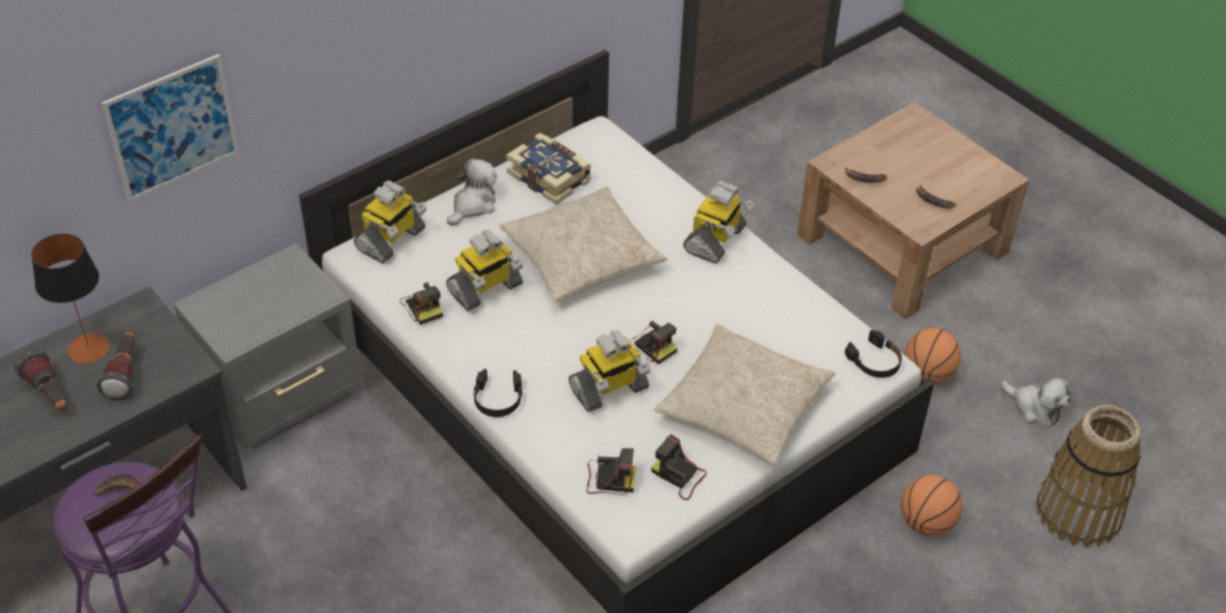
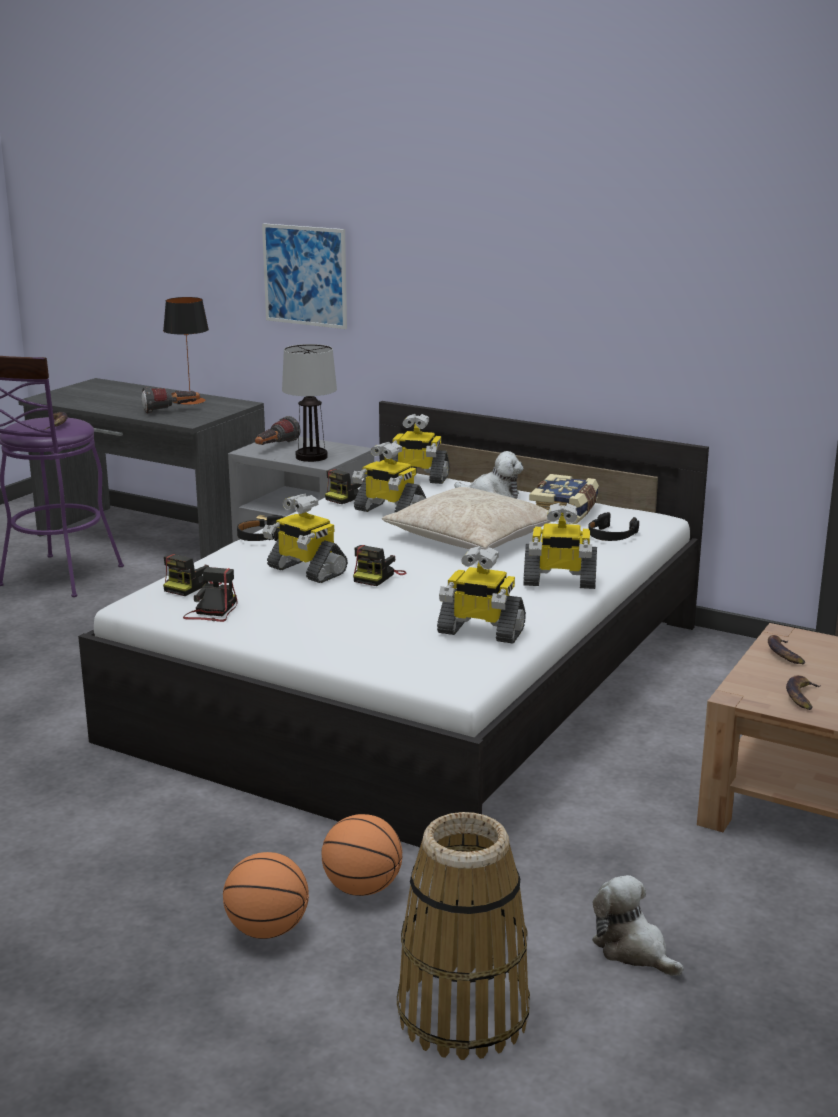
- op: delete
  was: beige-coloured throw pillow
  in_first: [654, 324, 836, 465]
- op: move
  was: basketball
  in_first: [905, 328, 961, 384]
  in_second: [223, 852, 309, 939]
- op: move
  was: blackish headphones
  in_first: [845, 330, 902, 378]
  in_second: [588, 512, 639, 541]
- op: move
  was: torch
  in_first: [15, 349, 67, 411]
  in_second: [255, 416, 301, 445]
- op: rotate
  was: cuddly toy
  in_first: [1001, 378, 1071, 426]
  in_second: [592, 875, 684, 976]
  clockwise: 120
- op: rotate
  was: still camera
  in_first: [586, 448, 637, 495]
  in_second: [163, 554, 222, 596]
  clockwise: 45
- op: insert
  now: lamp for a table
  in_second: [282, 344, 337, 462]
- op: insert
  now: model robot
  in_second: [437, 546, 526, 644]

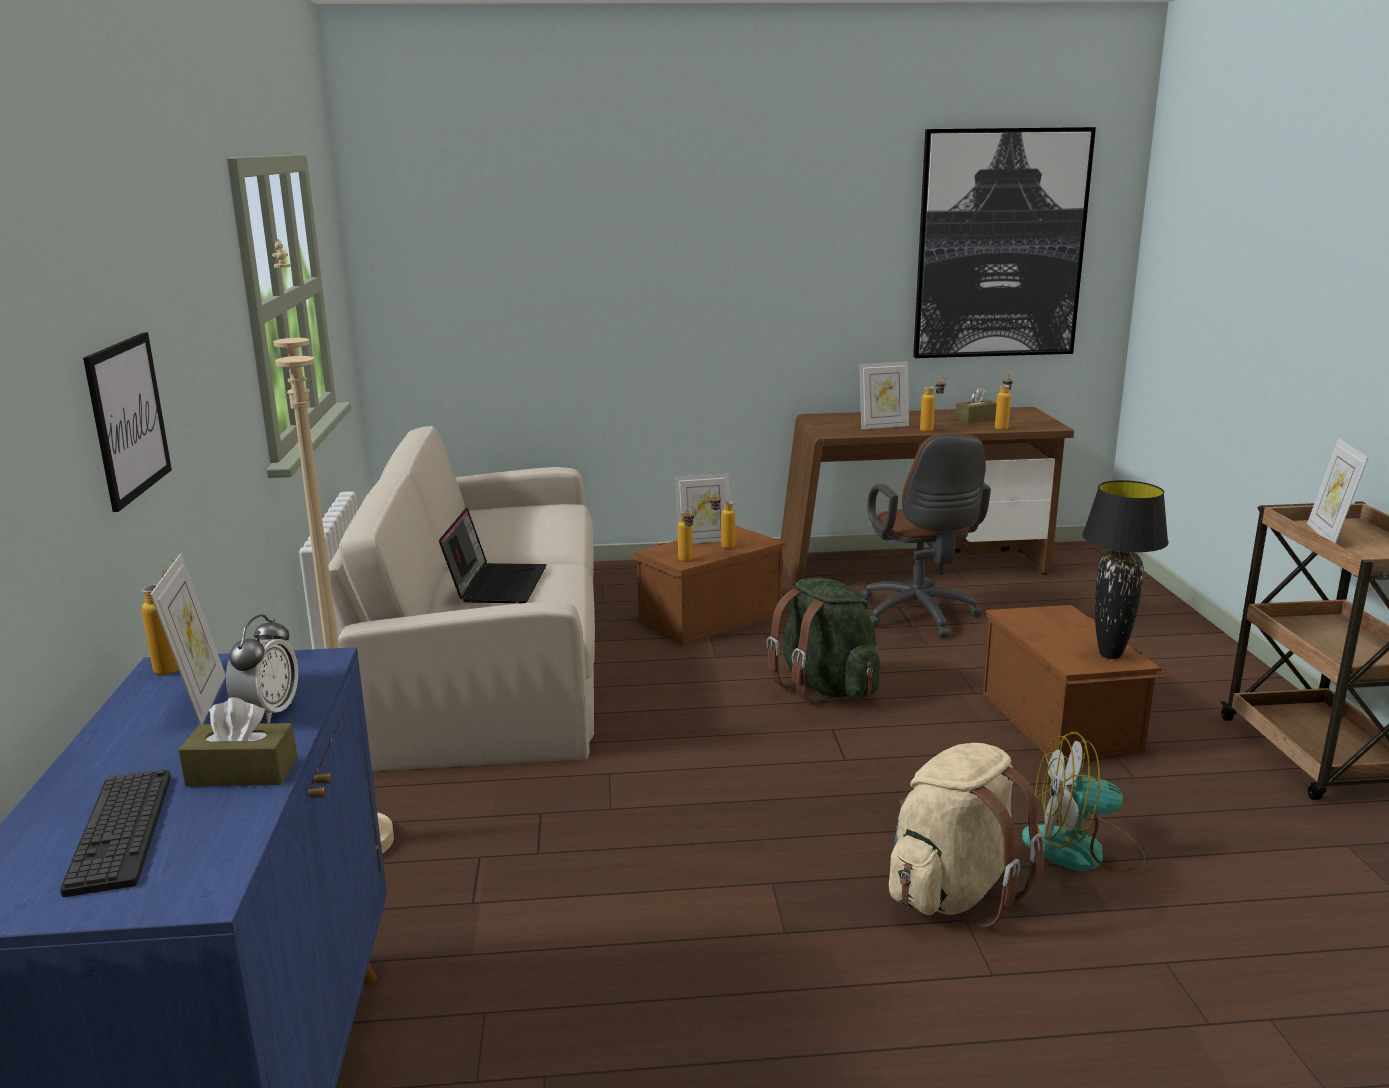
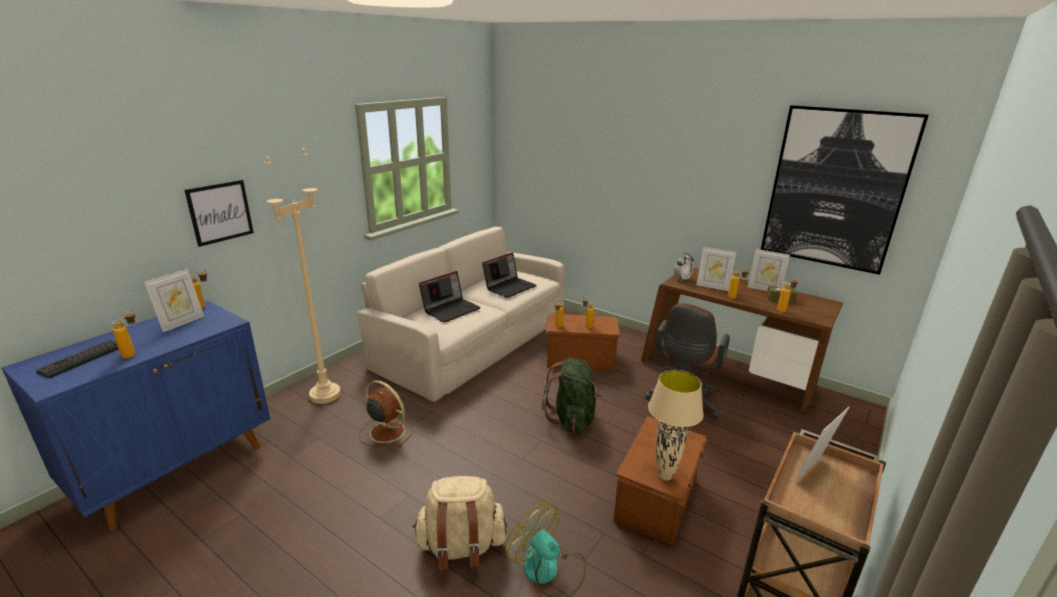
- op: move
  was: picture frame
  in_first: [675, 473, 730, 543]
  in_second: [748, 249, 790, 291]
- op: recolor
  was: blackish lamp for a table
  now: beige-coloured lamp for a table
  in_first: [1082, 480, 1168, 659]
  in_second: [648, 370, 704, 481]
- op: move
  was: alarm clock
  in_first: [226, 614, 298, 723]
  in_second: [674, 253, 694, 282]
- op: replace
  was: brown box of tissues
  now: bottle
  in_first: [178, 697, 298, 786]
  in_second: [112, 310, 136, 359]
- op: insert
  now: portable computer
  in_second: [482, 252, 536, 298]
- op: insert
  now: brown fan
  in_second: [359, 380, 414, 447]

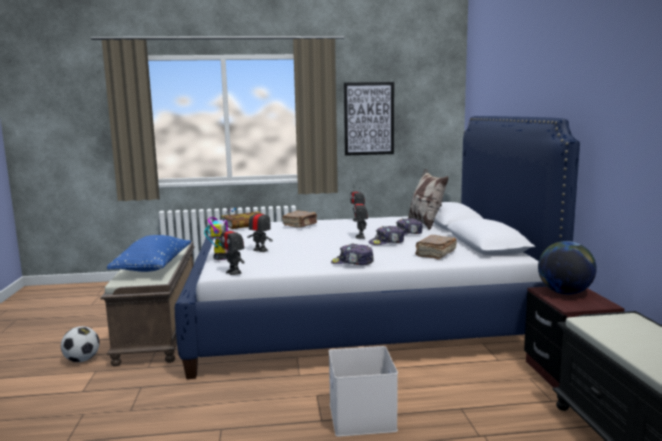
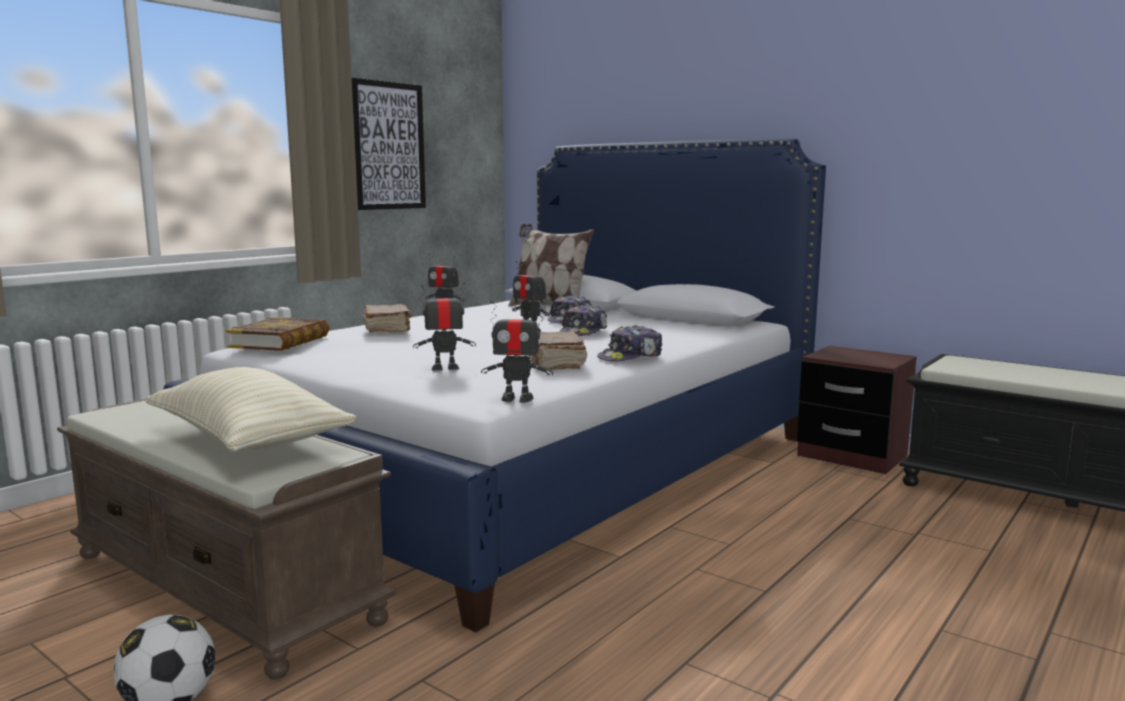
- op: delete
  was: model robot
  in_first: [204, 208, 236, 260]
- op: recolor
  was: blue-coloured throw pillow
  now: beige-coloured throw pillow
  in_first: [106, 235, 191, 272]
  in_second: [146, 367, 356, 451]
- op: move
  was: brown bound book
  in_first: [415, 235, 457, 259]
  in_second: [528, 331, 588, 370]
- op: delete
  was: world globe
  in_first: [538, 241, 597, 295]
- op: delete
  was: white storage container
  in_first: [329, 346, 398, 437]

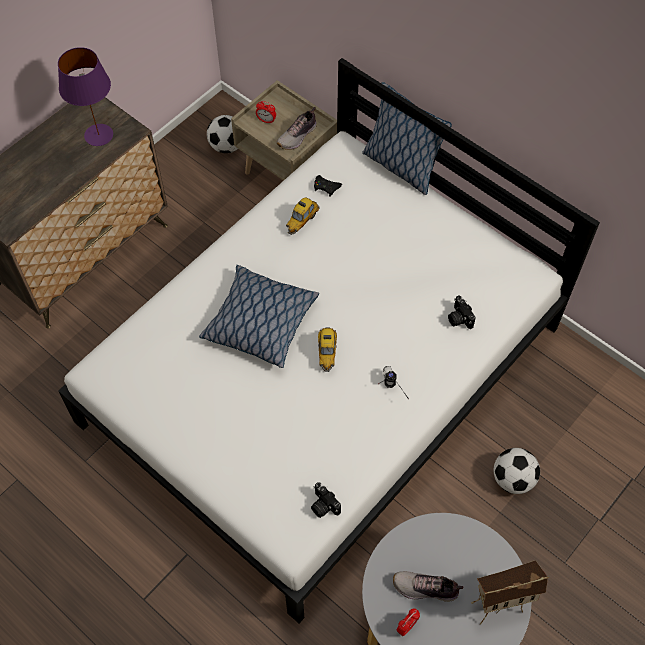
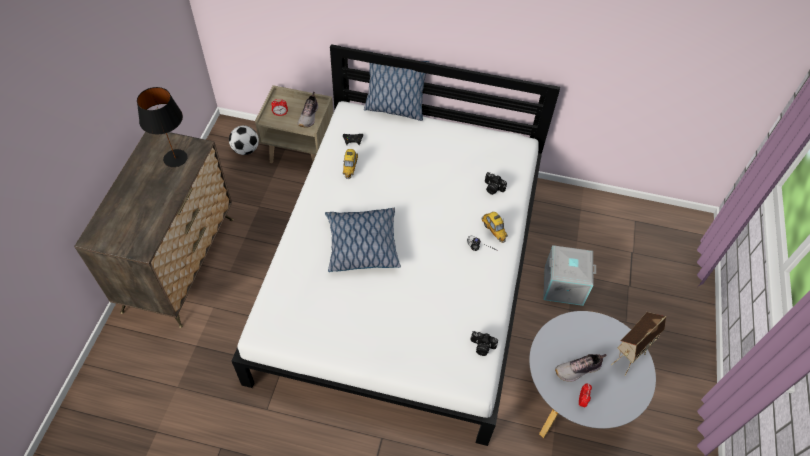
- op: recolor
  was: purple-coloured lamp for a table
  now: blackish lamp for a table
  in_first: [58, 47, 113, 146]
  in_second: [137, 87, 187, 167]
- op: move
  was: miniature car
  in_first: [318, 327, 337, 372]
  in_second: [481, 212, 508, 243]
- op: replace
  was: ball for football
  now: gray storage container
  in_first: [494, 448, 540, 494]
  in_second: [543, 245, 596, 306]

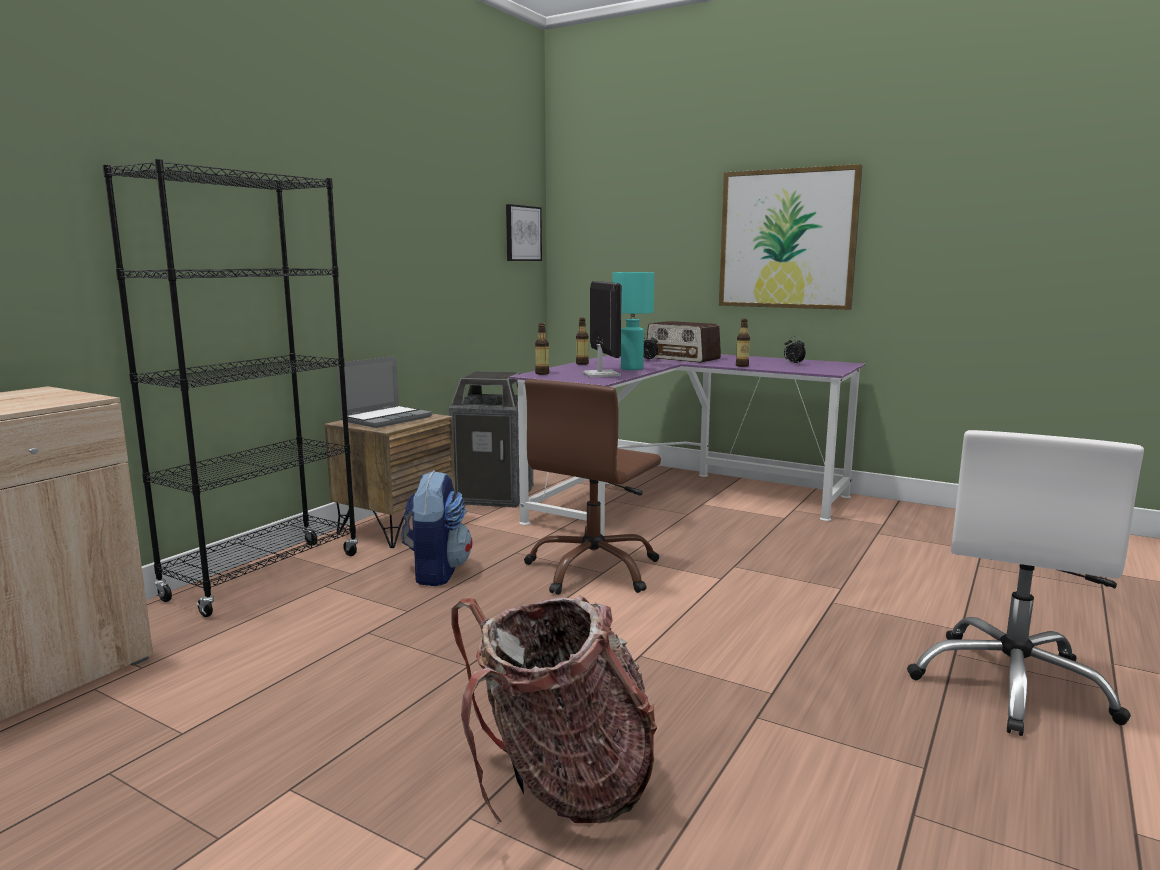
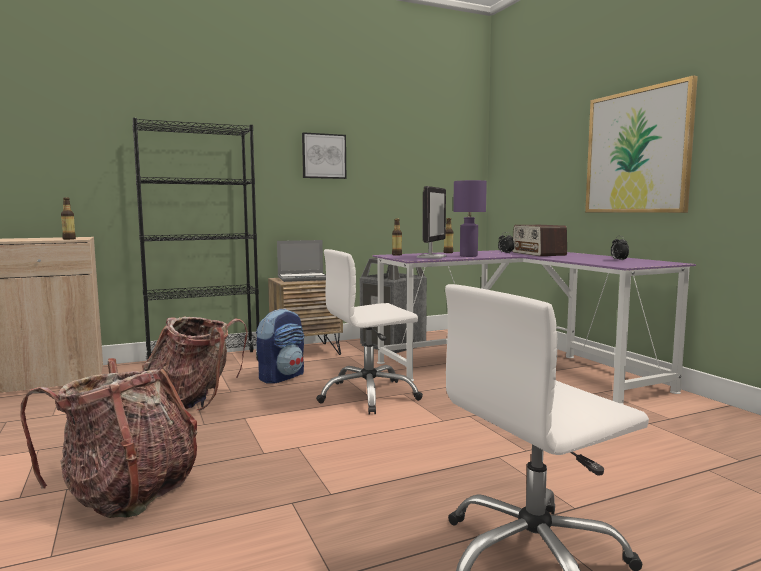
- op: move
  was: wall art
  in_first: [506, 204, 542, 261]
  in_second: [302, 132, 346, 179]
- op: recolor
  was: blue-green lamp for a table
  now: purple-coloured lamp for a table
  in_first: [612, 272, 654, 370]
  in_second: [453, 180, 487, 257]
- op: move
  was: bottle
  in_first: [736, 319, 750, 367]
  in_second: [61, 197, 76, 240]
- op: recolor
  was: brown computer chair
  now: white computer chair
  in_first: [524, 379, 661, 595]
  in_second: [316, 249, 423, 414]
- op: insert
  now: rucksack
  in_second: [142, 316, 248, 411]

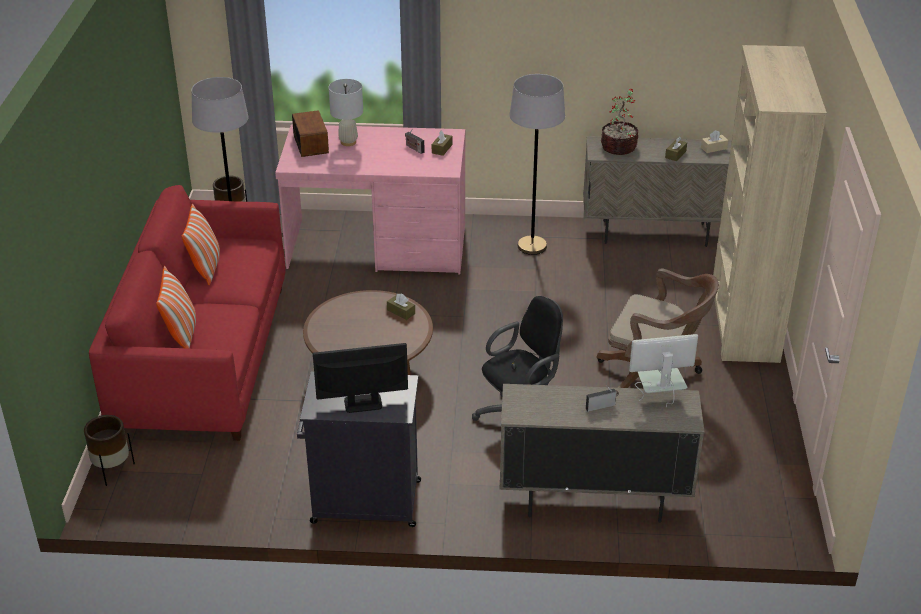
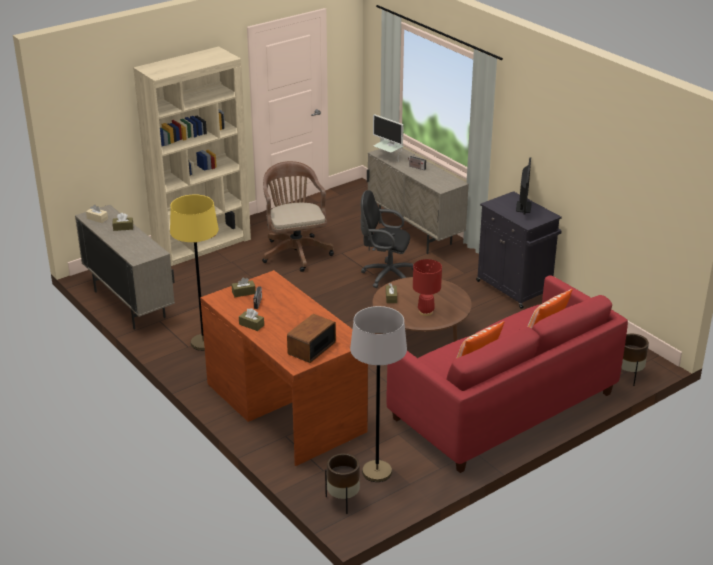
- op: recolor
  was: gray standard lamp
  now: yellowish standard lamp
  in_first: [510, 74, 565, 255]
  in_second: [170, 194, 219, 351]
- op: delete
  was: white lamp for a table
  in_first: [329, 79, 363, 146]
- op: delete
  was: plant in a pot
  in_first: [601, 89, 638, 155]
- op: recolor
  was: pink-coloured desk unit
  now: brown desk unit
  in_first: [275, 124, 466, 275]
  in_second: [200, 270, 368, 466]
- op: rotate
  was: computer screen
  in_first: [313, 343, 408, 413]
  in_second: [516, 157, 532, 215]
  clockwise: -120
- op: insert
  now: red lamp for a table
  in_second: [413, 259, 442, 316]
- op: insert
  now: brown box of tissues
  in_second: [239, 308, 264, 331]

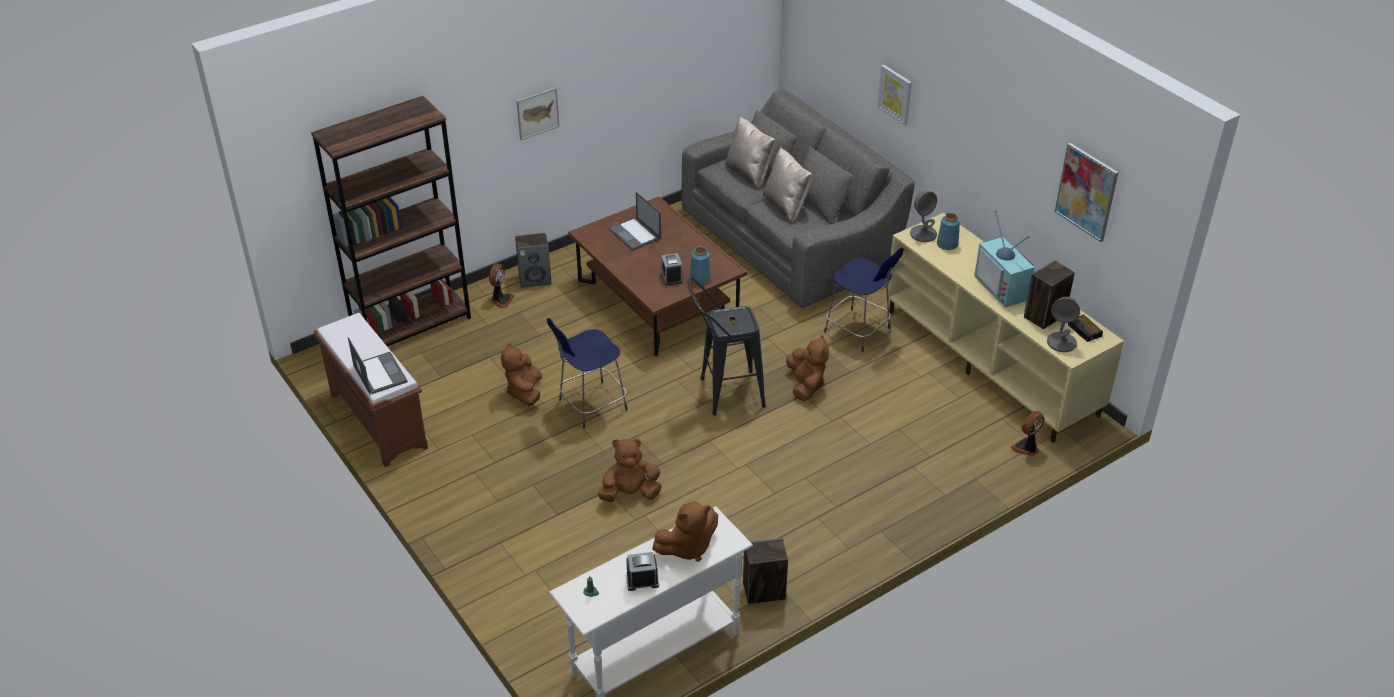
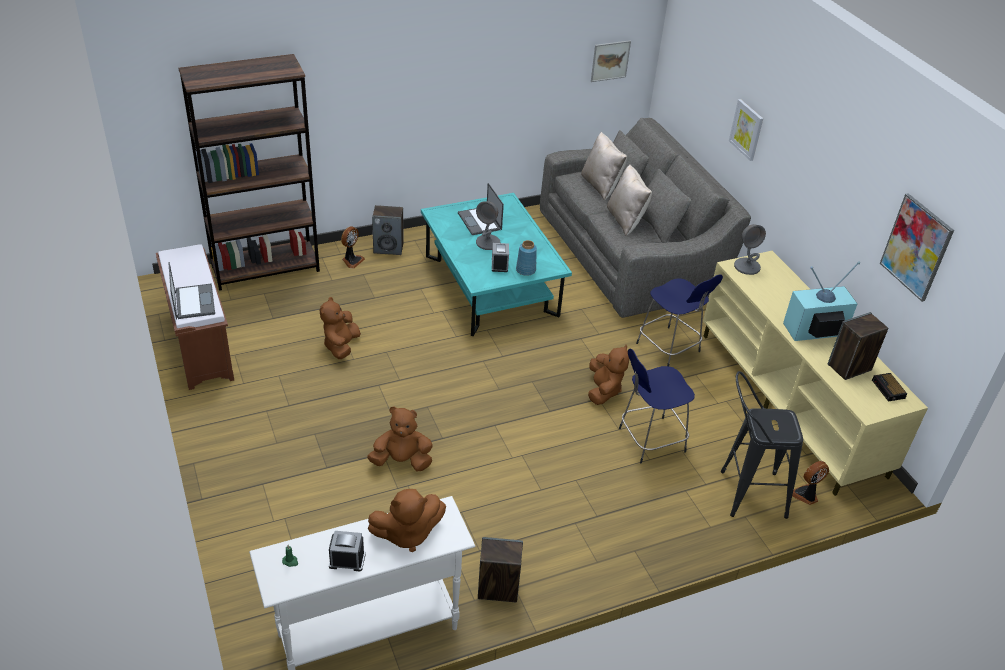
- op: move
  was: wall art
  in_first: [517, 87, 560, 140]
  in_second: [591, 40, 631, 82]
- op: recolor
  was: brown coffee table
  now: blue-green coffee table
  in_first: [568, 196, 747, 356]
  in_second: [421, 193, 572, 336]
- op: rotate
  was: television
  in_first: [974, 210, 1035, 307]
  in_second: [783, 261, 860, 341]
  clockwise: 90
- op: delete
  was: blue-coloured flower vase
  in_first: [937, 213, 960, 250]
- op: move
  was: blackish stool seat
  in_first: [688, 278, 766, 415]
  in_second: [721, 371, 803, 519]
- op: move
  was: gray lamp for a table
  in_first: [1047, 297, 1080, 352]
  in_second: [476, 201, 501, 250]
- op: move
  was: blue-coloured stool seat
  in_first: [547, 318, 628, 429]
  in_second: [619, 349, 695, 463]

